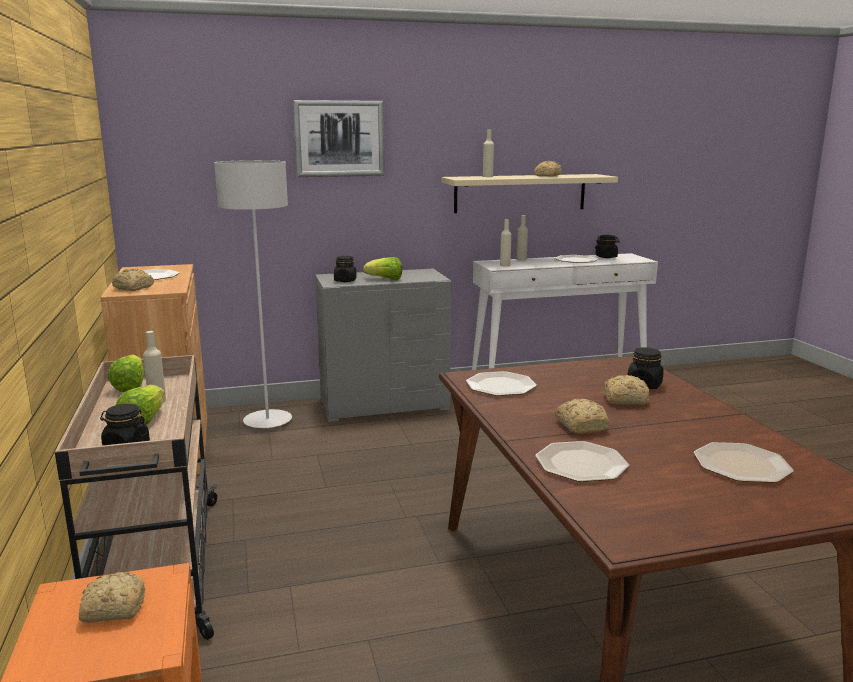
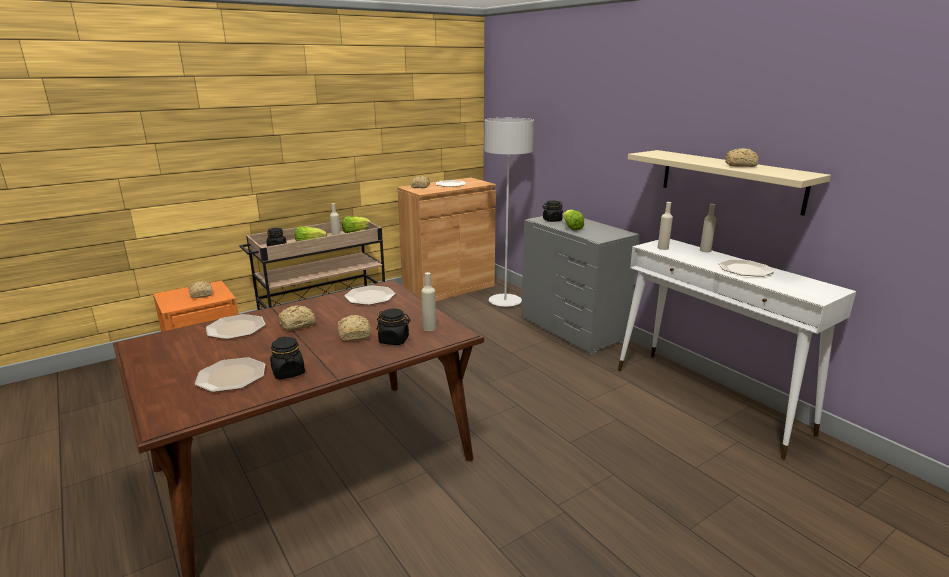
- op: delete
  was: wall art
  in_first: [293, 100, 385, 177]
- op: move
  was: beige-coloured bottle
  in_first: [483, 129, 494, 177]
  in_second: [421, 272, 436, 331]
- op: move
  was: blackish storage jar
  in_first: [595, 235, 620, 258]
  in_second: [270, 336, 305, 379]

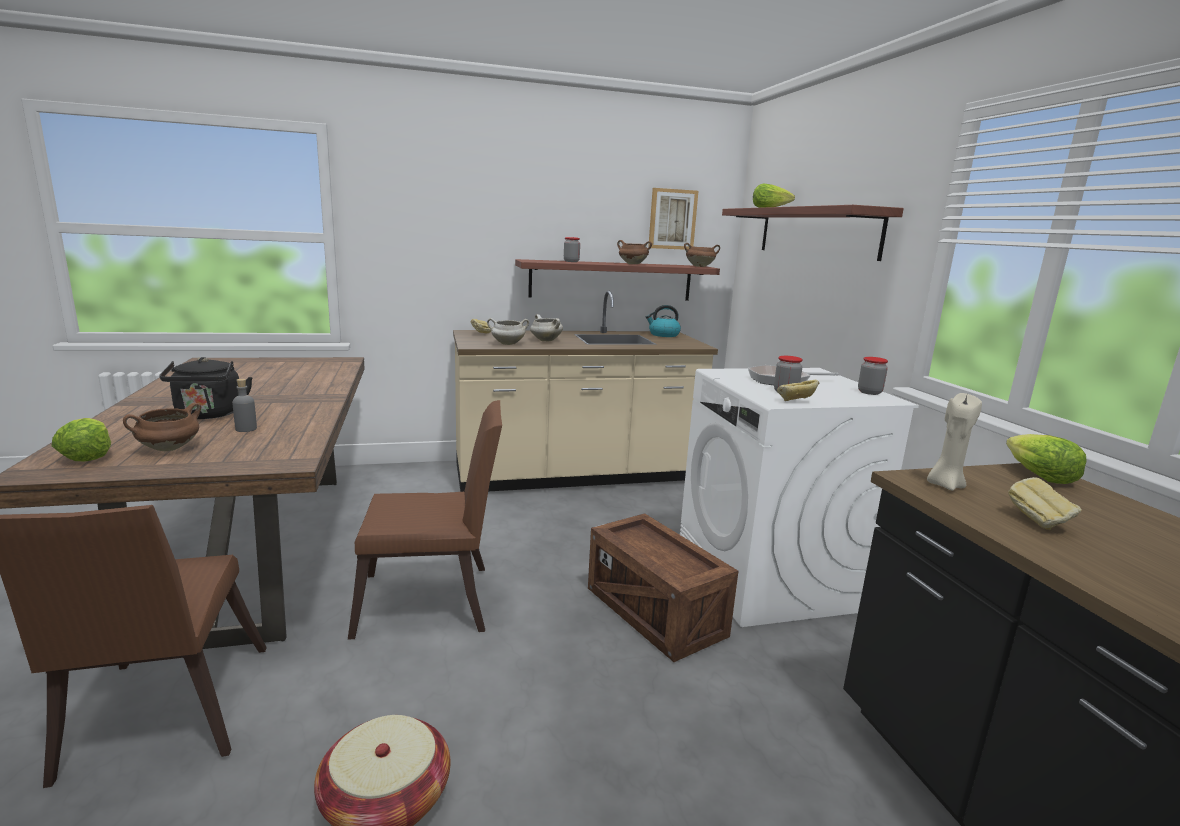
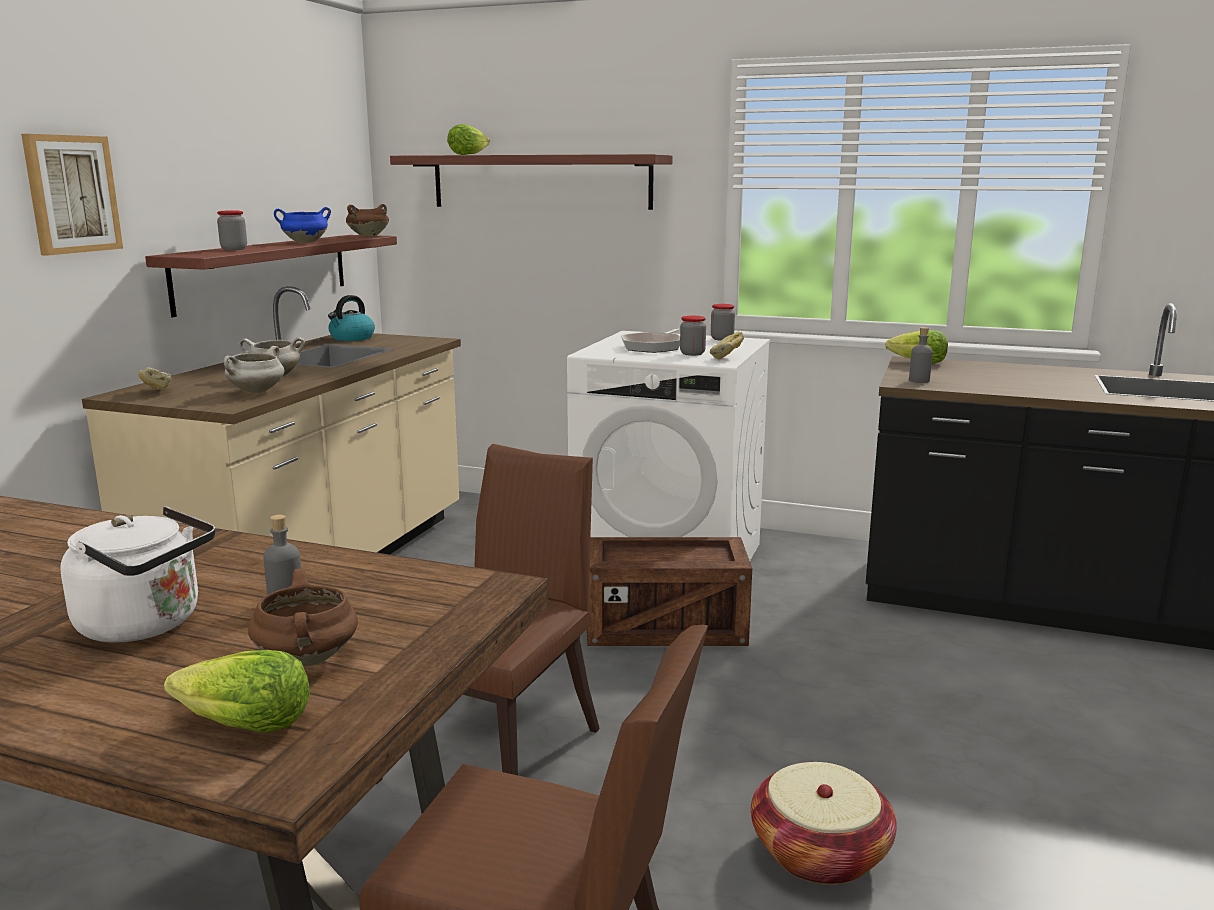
- op: move
  was: wall art
  in_first: [648, 188, 698, 250]
  in_second: [21, 134, 123, 256]
- op: recolor
  was: brown stockpot
  now: blue-coloured stockpot
  in_first: [617, 240, 652, 264]
  in_second: [274, 207, 331, 243]
- op: recolor
  was: blackish tea kettle
  now: white tea kettle
  in_first: [159, 357, 253, 419]
  in_second: [60, 507, 215, 642]
- op: replace
  was: beige-coloured wax light
  now: gray bottle
  in_first: [927, 393, 982, 491]
  in_second: [909, 327, 933, 383]
- op: delete
  was: bread
  in_first: [1008, 477, 1082, 530]

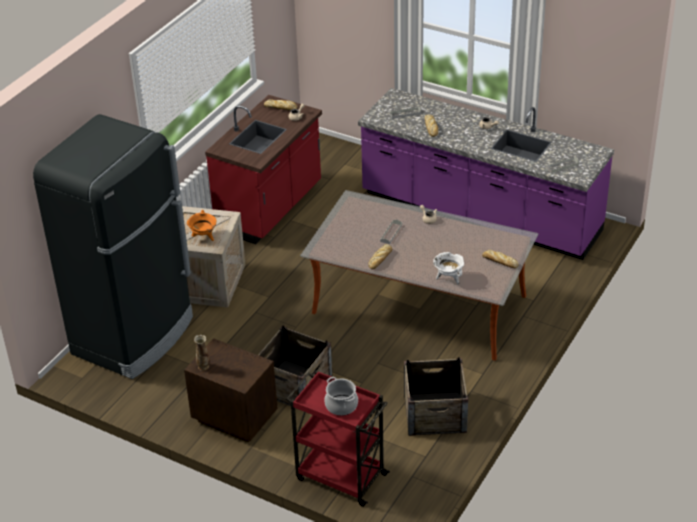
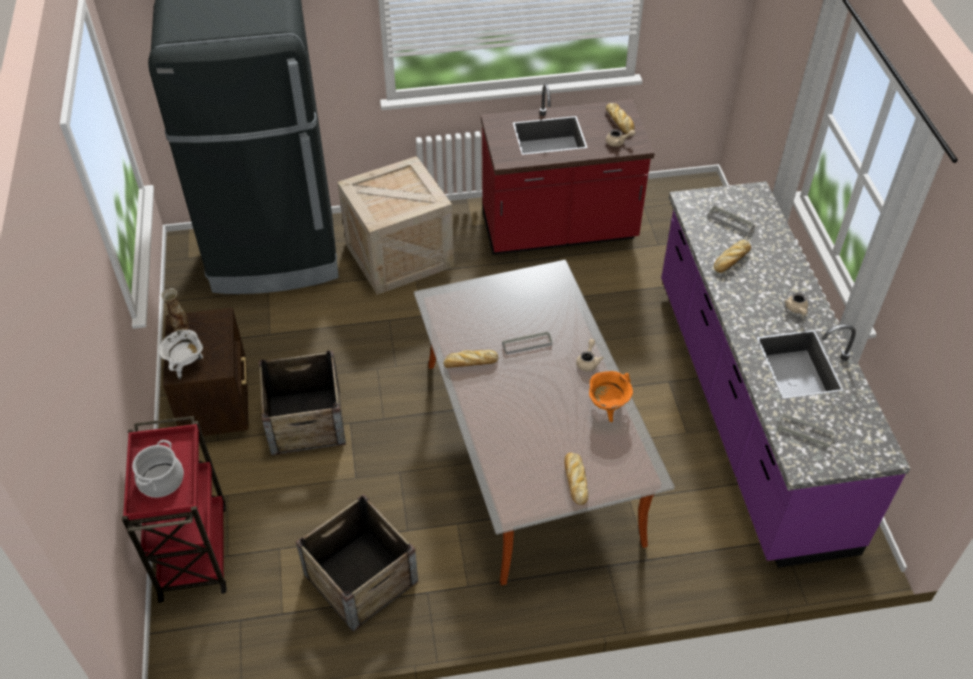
- op: move
  was: orangey stockpot
  in_first: [187, 210, 217, 241]
  in_second: [589, 371, 633, 422]
- op: move
  was: white stockpot
  in_first: [433, 252, 464, 285]
  in_second: [159, 330, 203, 379]

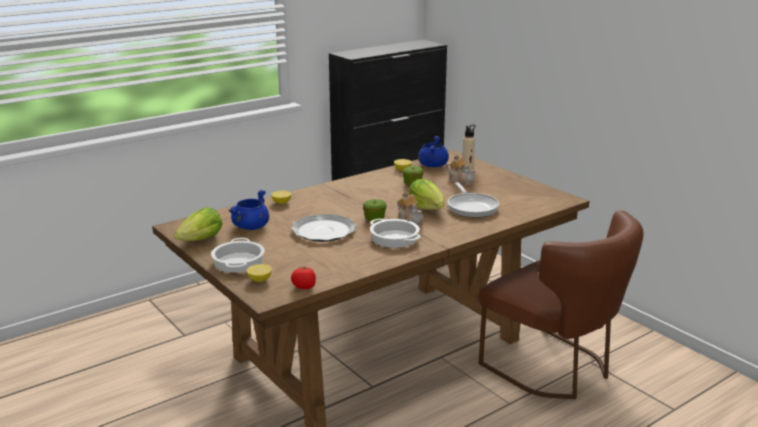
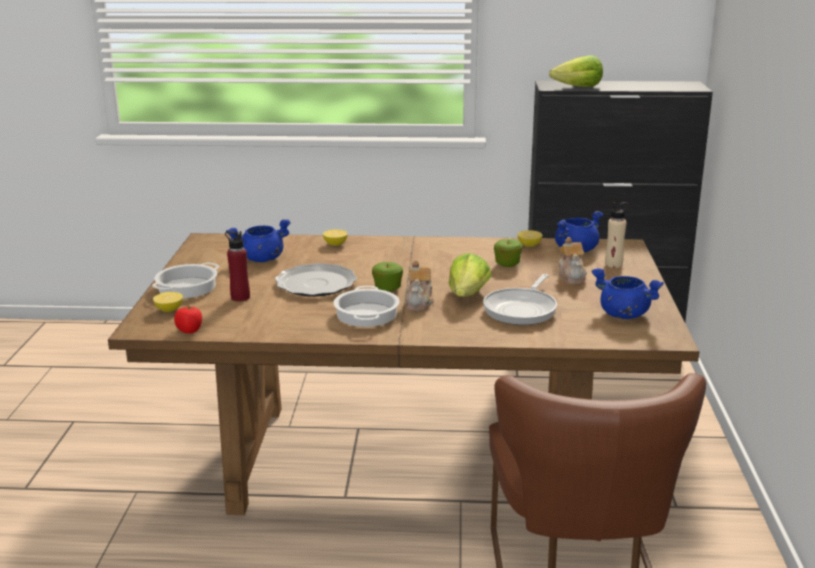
- op: move
  was: head of lettuce
  in_first: [174, 207, 222, 241]
  in_second: [549, 55, 603, 87]
- op: insert
  now: red bottle
  in_second: [225, 231, 250, 302]
- op: insert
  now: blue-coloured stockpot
  in_second: [591, 268, 664, 319]

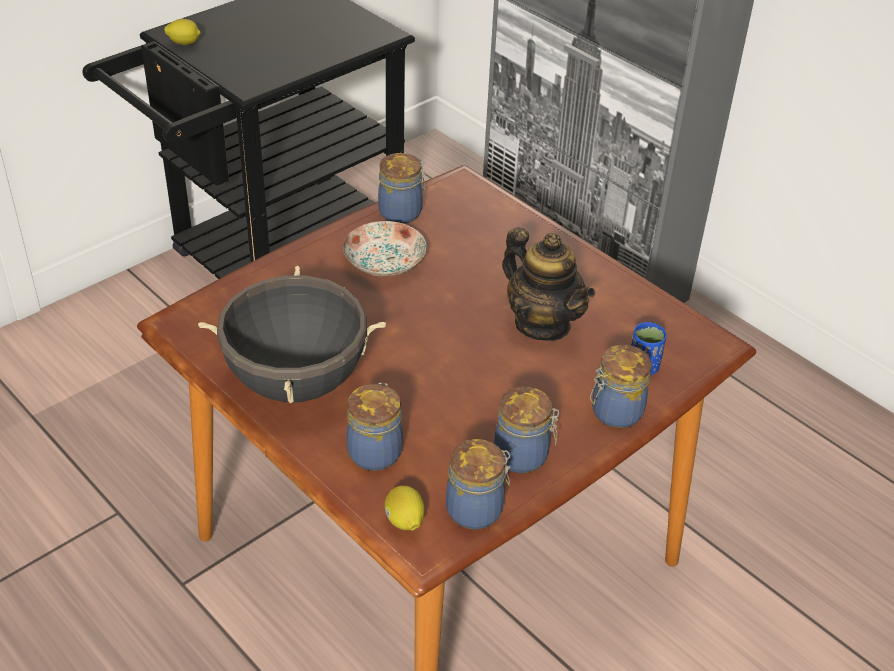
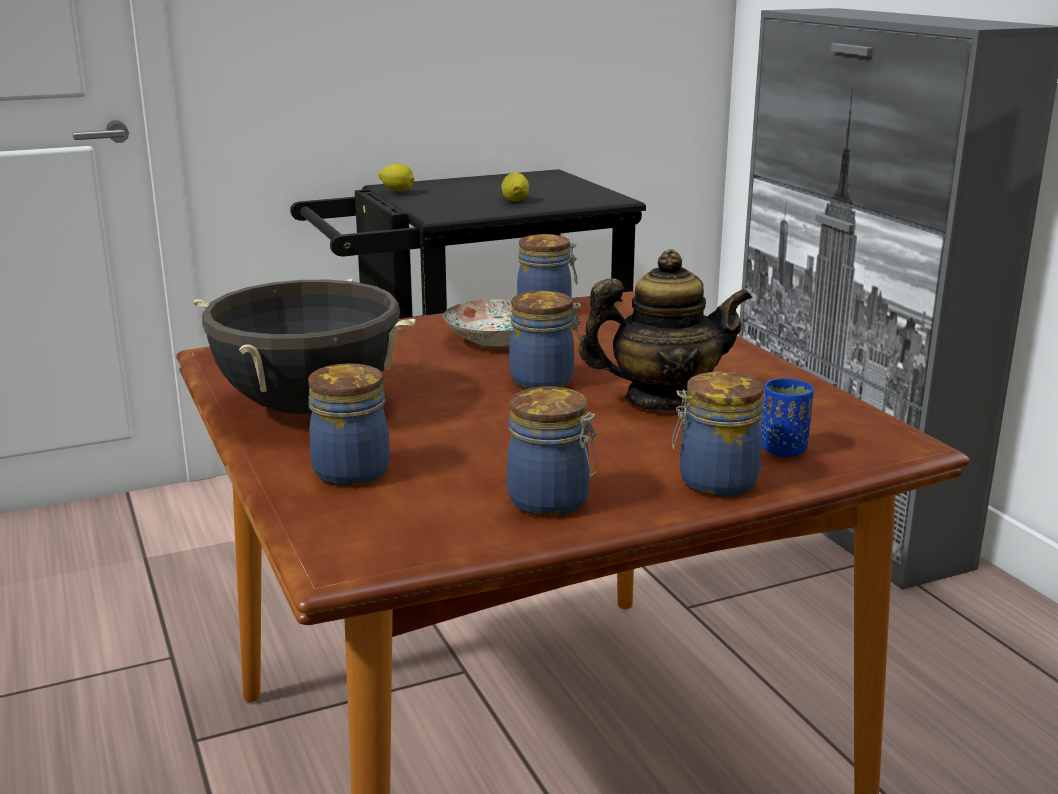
- op: rotate
  was: pot for tea
  in_first: [502, 227, 595, 341]
  in_second: [578, 249, 752, 411]
  clockwise: -75
- op: move
  was: storage jar
  in_first: [446, 439, 511, 530]
  in_second: [509, 291, 581, 389]
- op: move
  was: citrus fruit
  in_first: [385, 486, 425, 531]
  in_second: [501, 173, 529, 201]

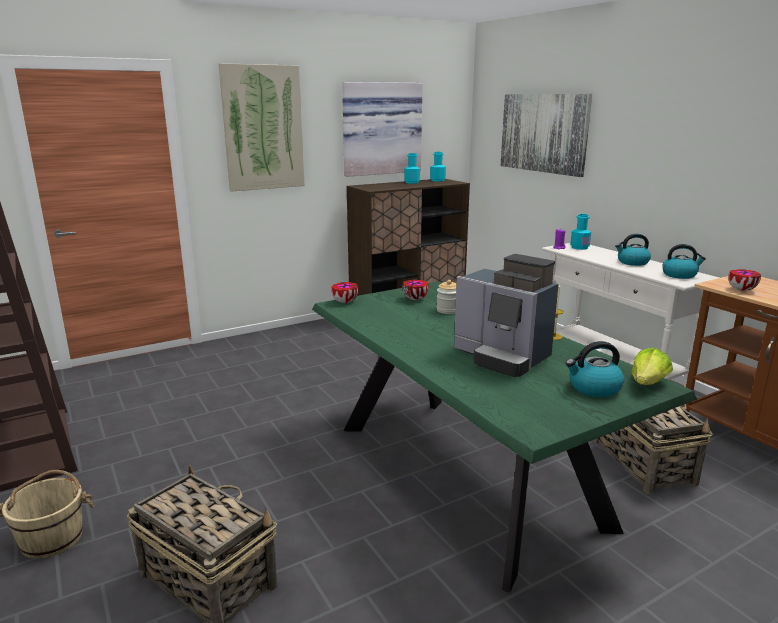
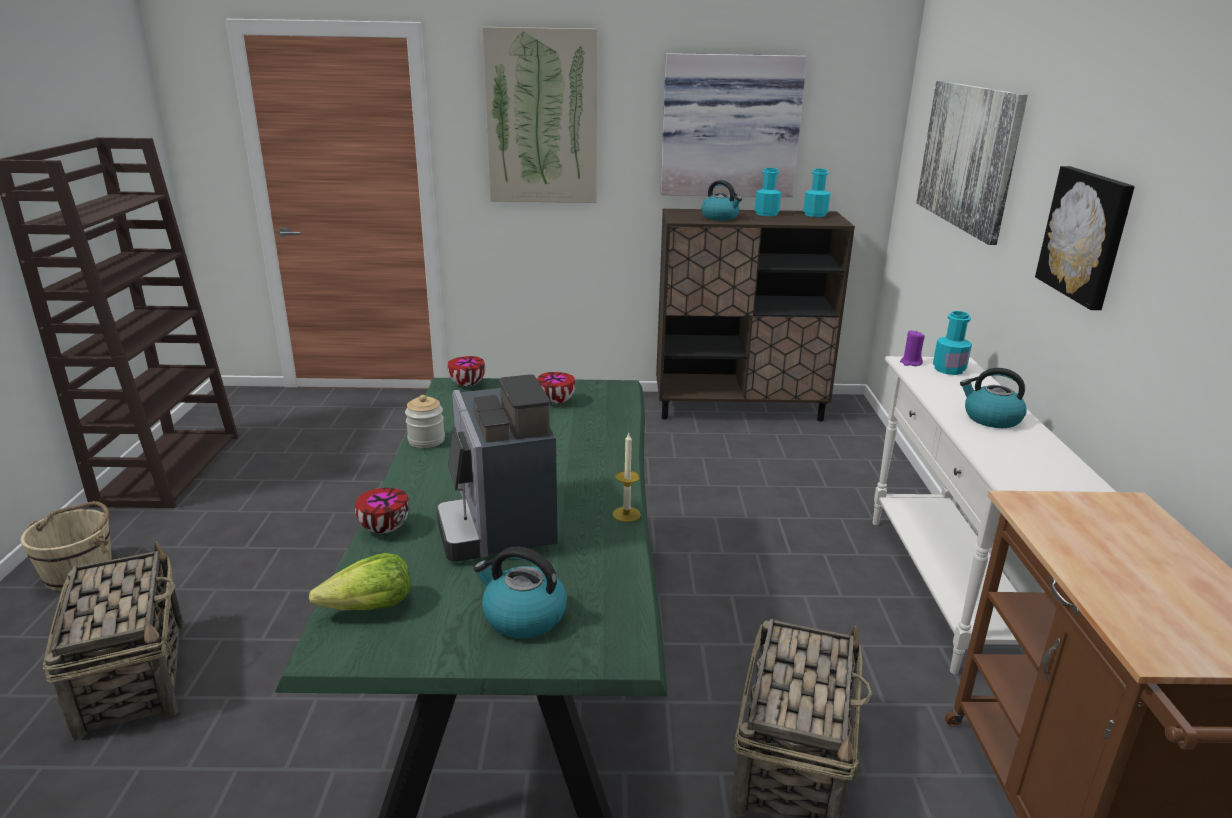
- op: move
  was: tea kettle
  in_first: [662, 244, 706, 279]
  in_second: [701, 180, 742, 220]
- op: move
  was: serving bowl
  in_first: [728, 269, 761, 291]
  in_second: [355, 488, 410, 533]
- op: move
  was: storage jar
  in_first: [436, 280, 456, 314]
  in_second: [405, 395, 445, 448]
- op: move
  was: head of lettuce
  in_first: [632, 348, 673, 385]
  in_second: [309, 553, 410, 610]
- op: insert
  now: wall art
  in_second: [1035, 166, 1135, 310]

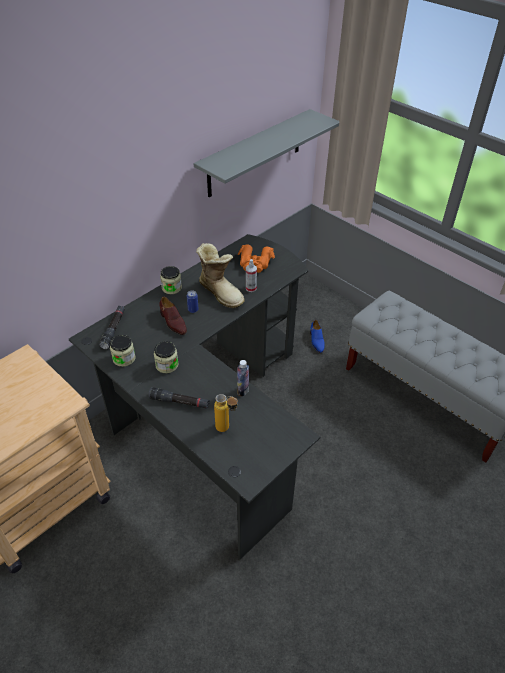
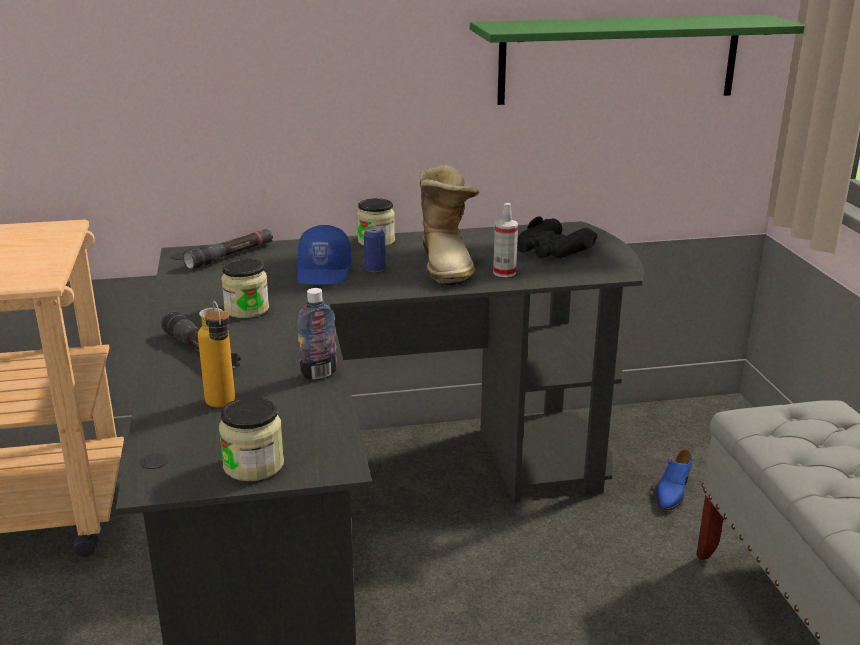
- op: recolor
  was: gray shelf
  now: greenish shelf
  in_first: [193, 109, 339, 197]
  in_second: [470, 14, 805, 105]
- op: recolor
  was: orangey field glasses
  now: blackish field glasses
  in_first: [238, 245, 275, 273]
  in_second: [517, 216, 598, 258]
- op: replace
  was: brown item of footwear
  now: blue-coloured baseball cap
  in_first: [159, 297, 187, 335]
  in_second: [297, 225, 351, 285]
- op: move
  was: storage jar
  in_first: [110, 335, 135, 367]
  in_second: [219, 397, 284, 481]

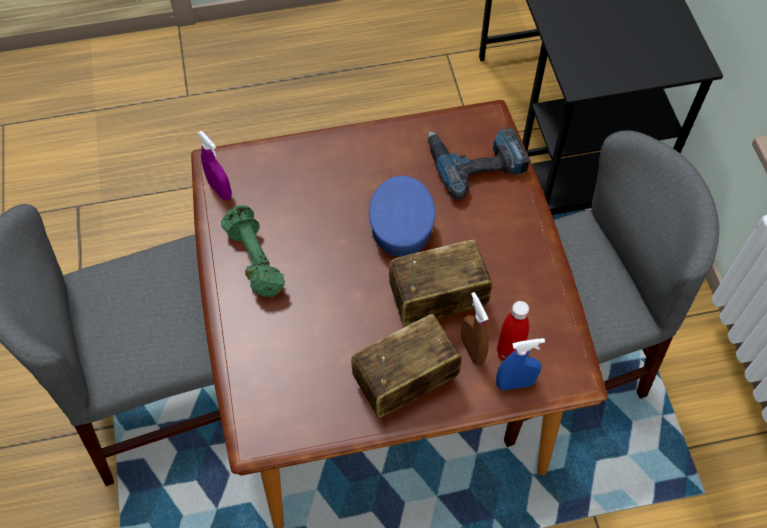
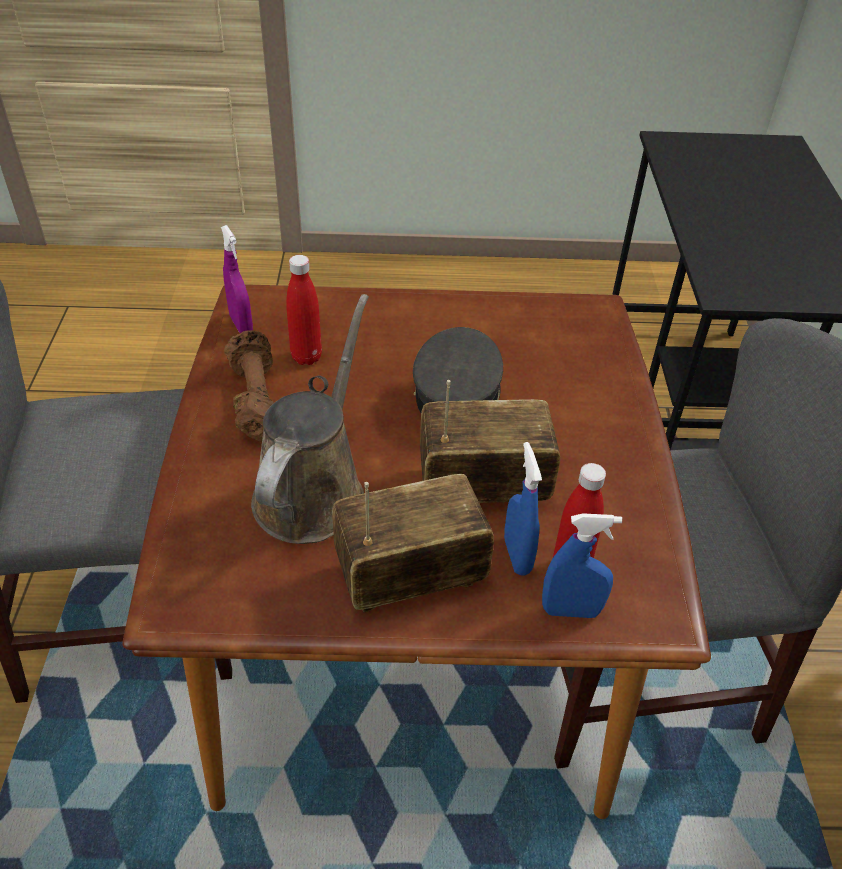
- op: delete
  was: electric drill
  in_first: [428, 127, 530, 200]
- op: recolor
  was: blue-coloured baseball cap
  now: gray baseball cap
  in_first: [369, 176, 435, 257]
  in_second: [413, 327, 503, 413]
- op: recolor
  was: greenish free weight
  now: brown free weight
  in_first: [221, 205, 285, 297]
  in_second: [224, 330, 274, 442]
- op: recolor
  was: brown spray bottle
  now: blue-coloured spray bottle
  in_first: [461, 292, 489, 365]
  in_second: [504, 442, 542, 576]
- op: insert
  now: red bottle
  in_second: [286, 255, 322, 365]
- op: insert
  now: brown watering pot
  in_second: [251, 294, 369, 544]

